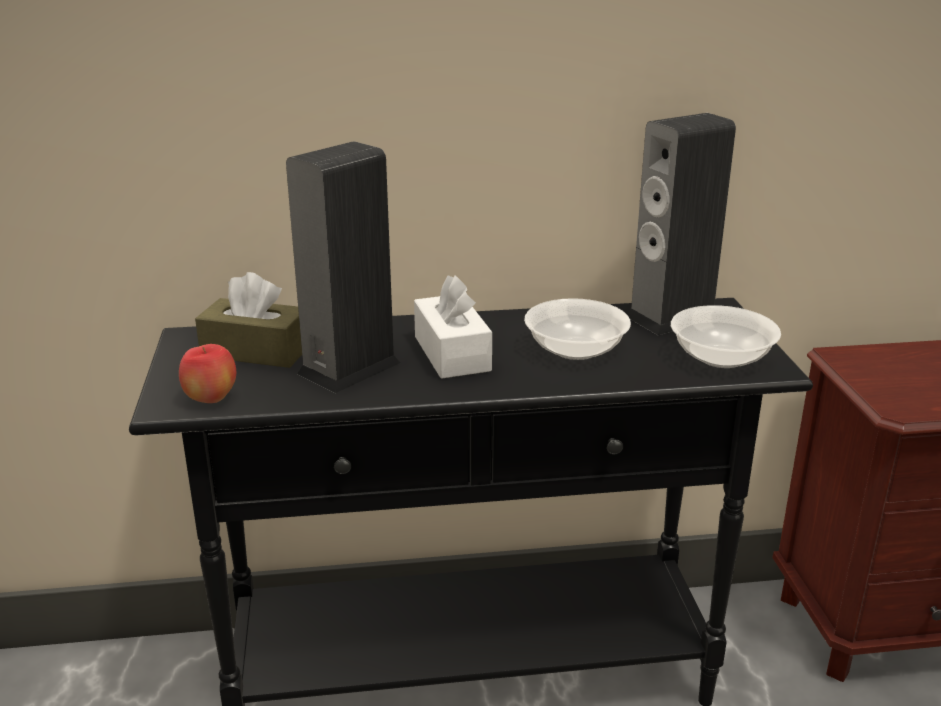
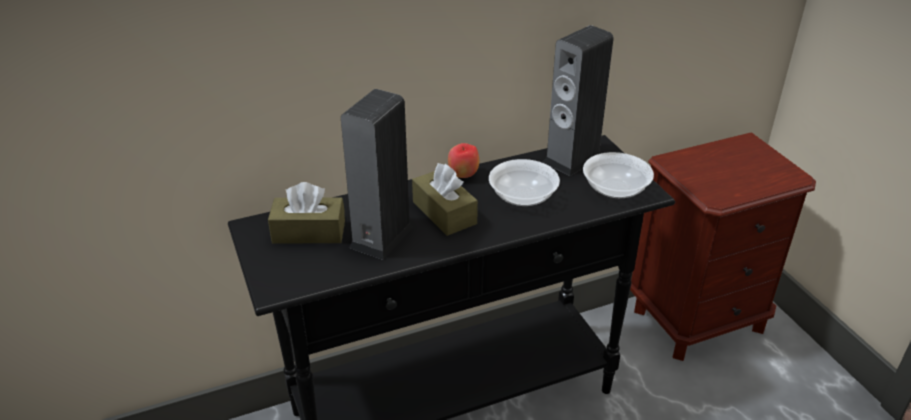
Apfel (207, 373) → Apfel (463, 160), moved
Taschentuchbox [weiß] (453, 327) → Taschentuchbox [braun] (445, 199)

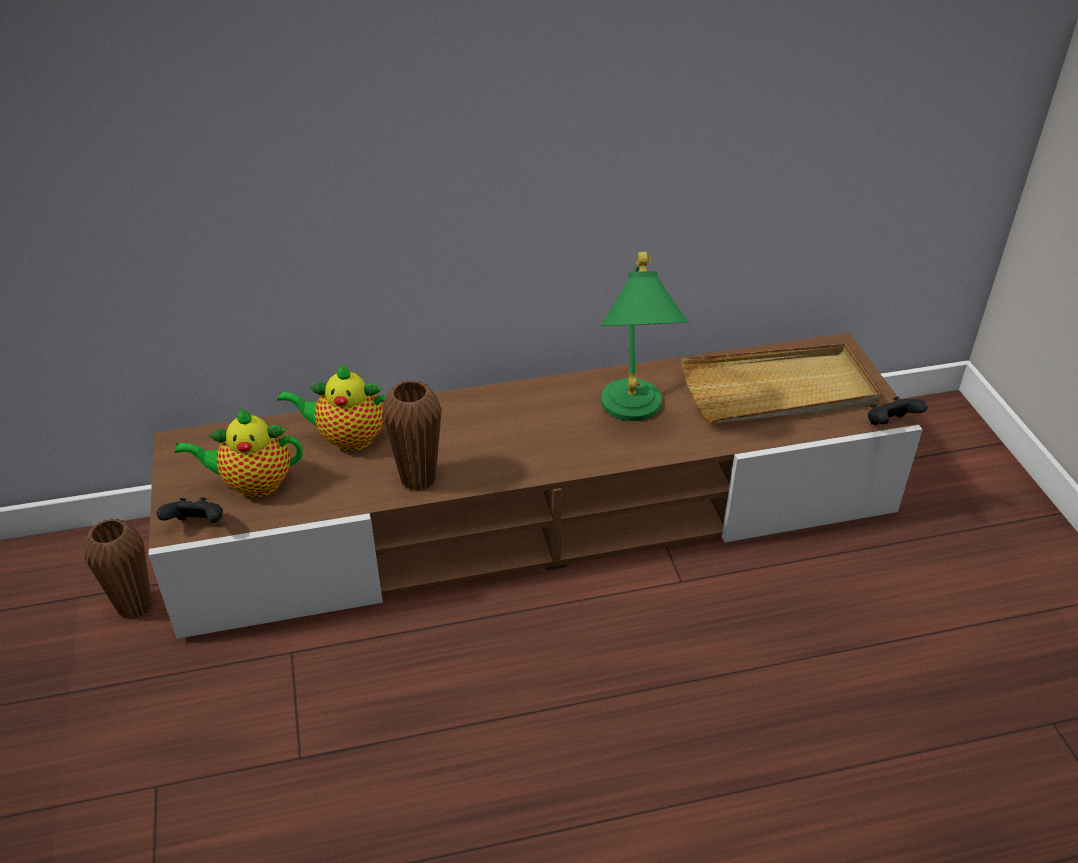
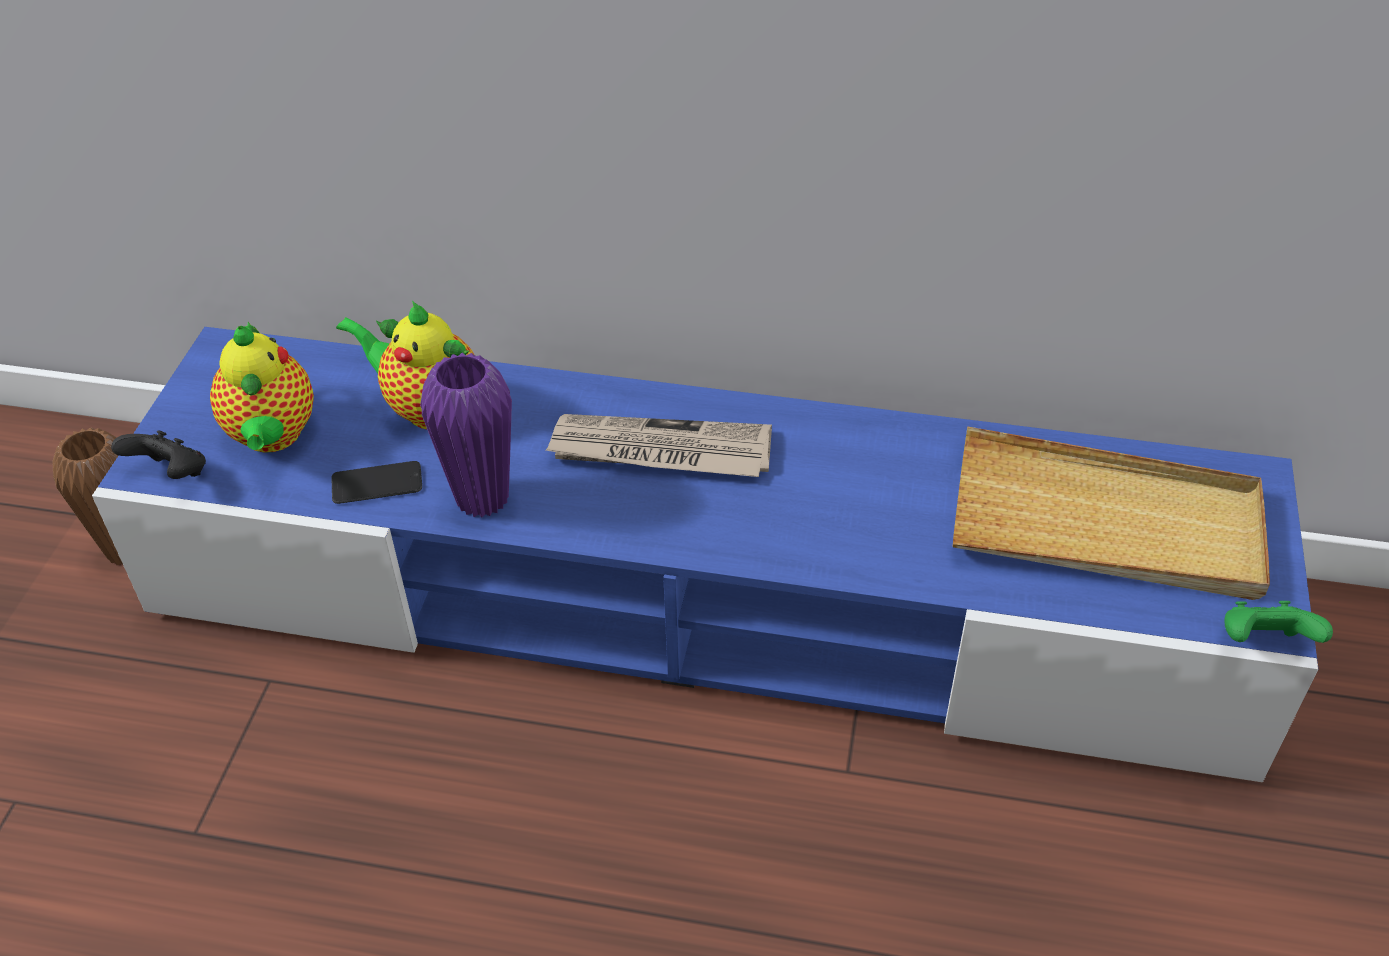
Fernsehschrank [braun] (535, 486) → Fernsehschrank [blau] (705, 554)
Teekanne (239, 453) → Teekanne (262, 387), 120 degrees counterclockwise
Vase [braun] (412, 435) → Vase [lila] (466, 435)
Tischlampe [grün] (644, 336) → -
Gamepad [schwarz] (898, 410) → Gamepad [grün] (1278, 622)
- → Handy (377, 482)
- → Zeitung (658, 445)

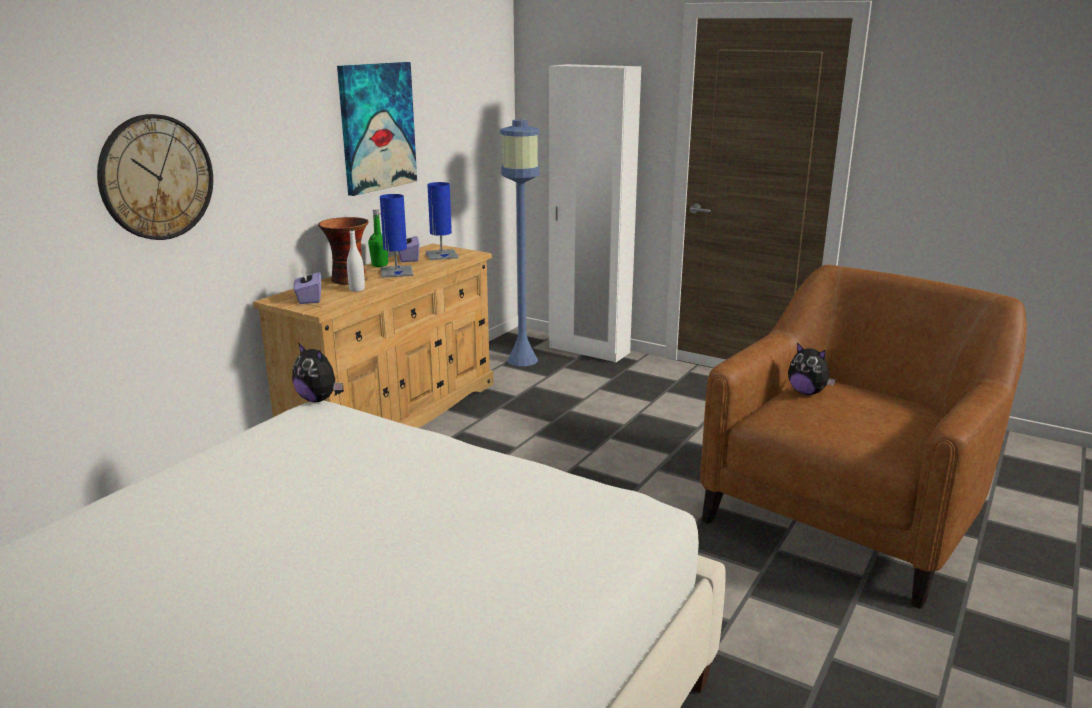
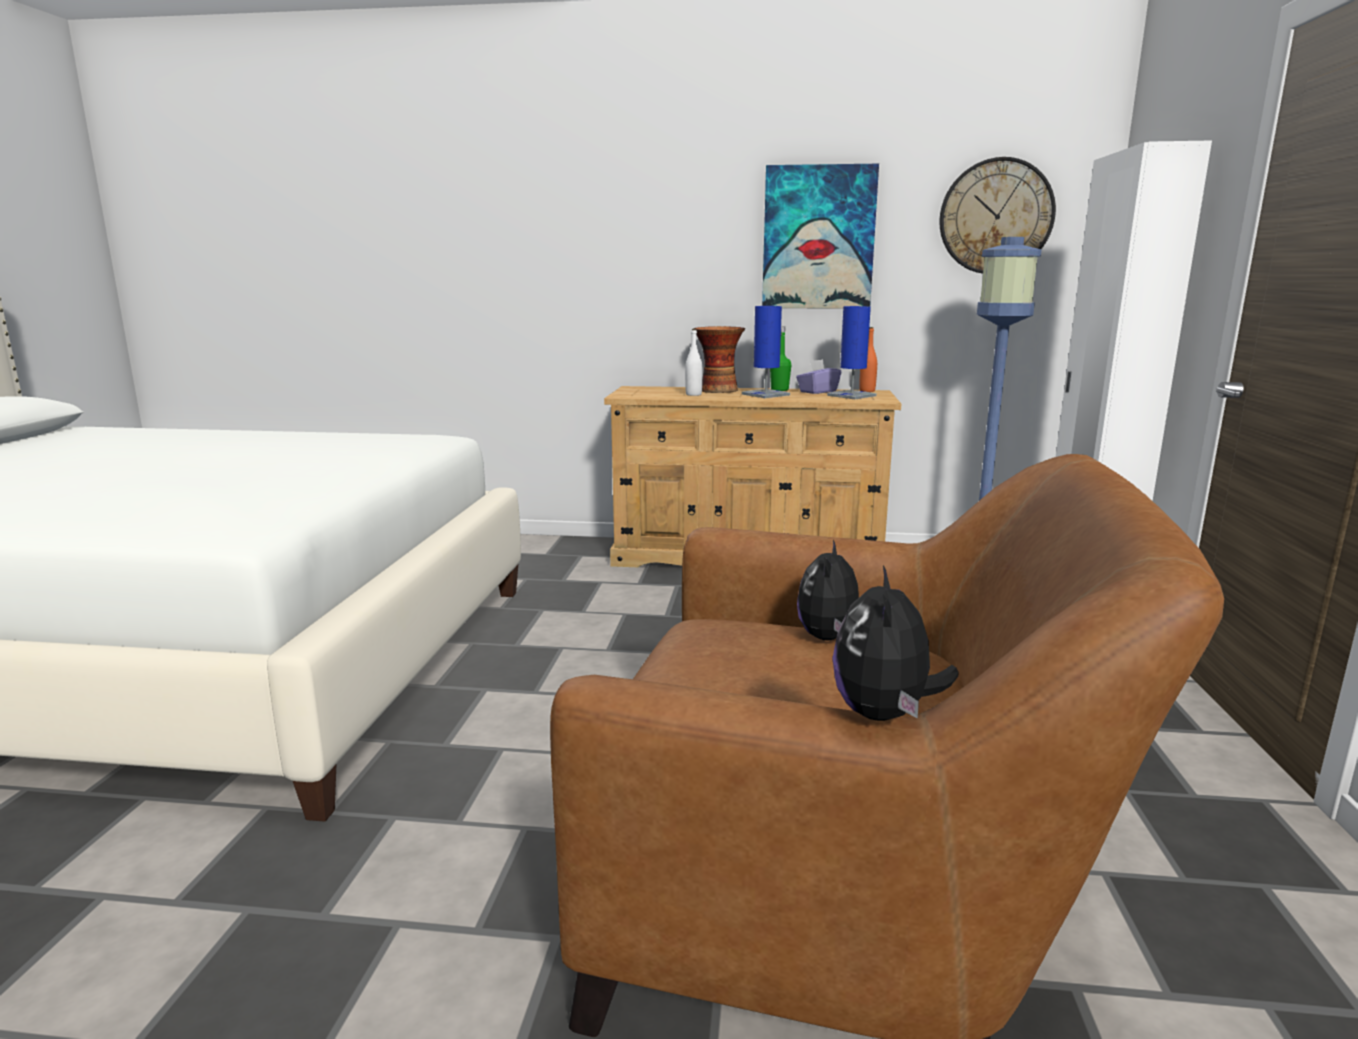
Wanduhr (155, 177) → Wanduhr (997, 215), moved
Plüschtier (317, 372) → Plüschtier (895, 643), moved
Taschentuchbox [lila] (307, 285) → -
- → Flasche [orange] (868, 359)

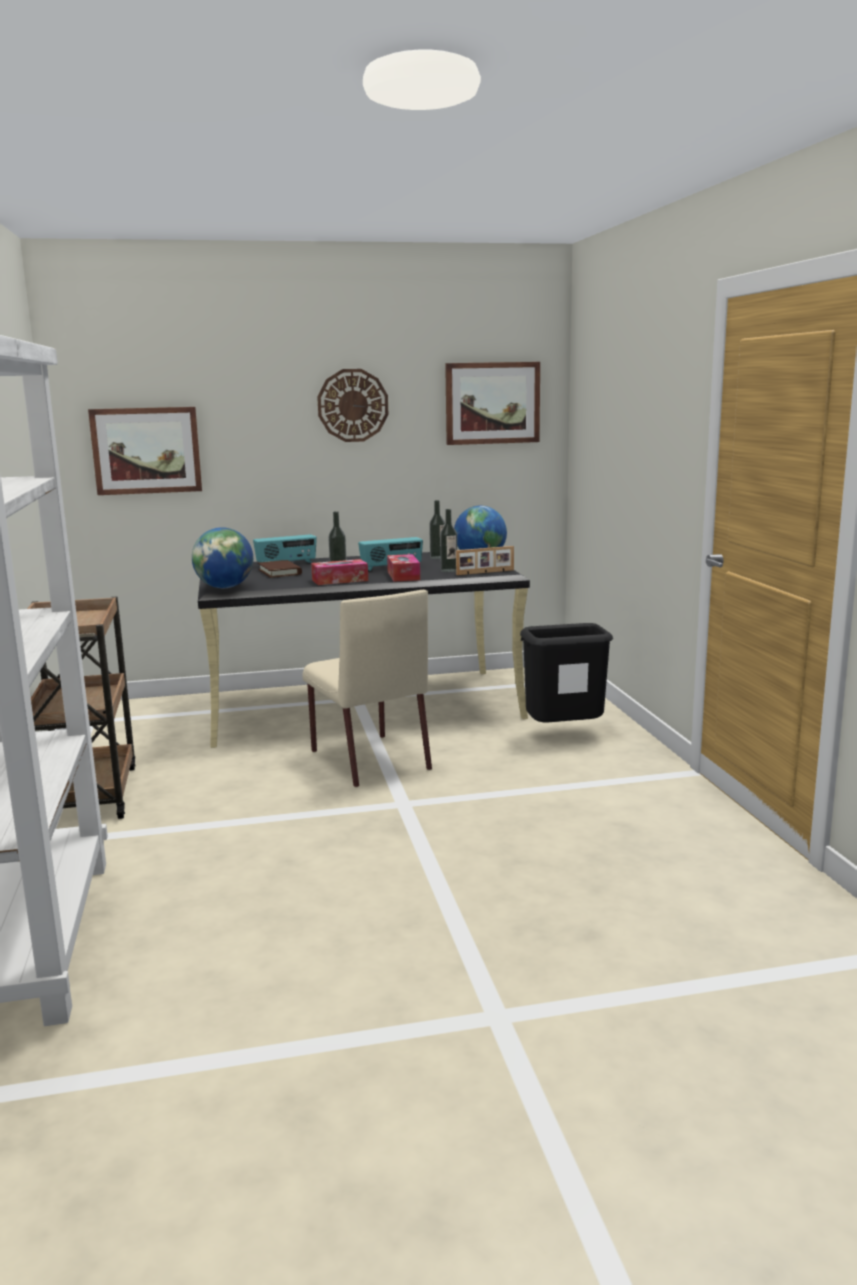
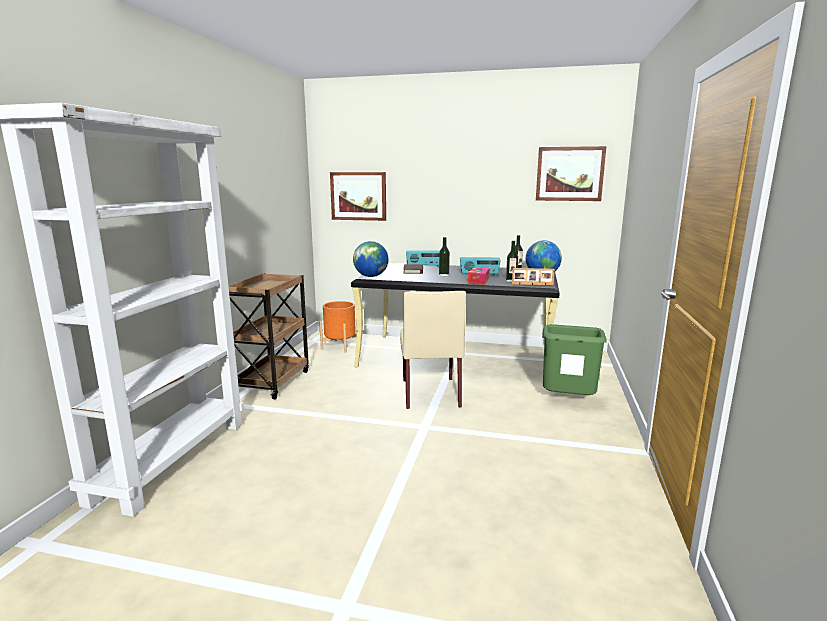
Taschentuchbox (339, 572) → -
Wanduhr (352, 405) → -
Mülleimer [schwarz] (566, 672) → Mülleimer [grün] (574, 359)
- → Pflanzkübel [orange] (338, 327)

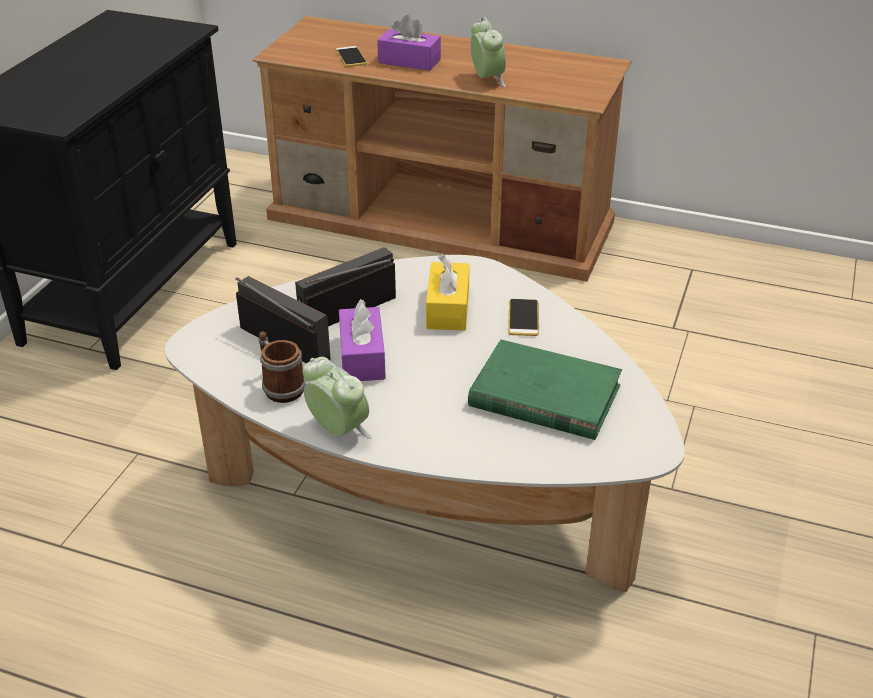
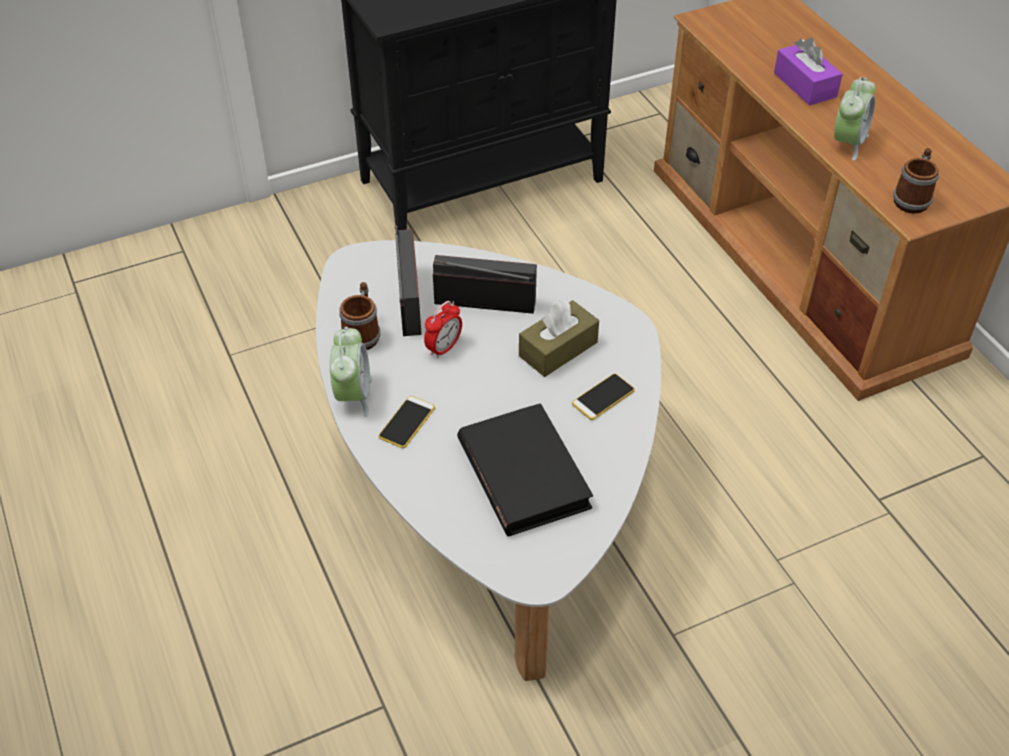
Handy (351, 56) → Handy (406, 422), moved
Taschentuchbox [lila] (362, 340) → Wecker (443, 330)
Taschentuchbox [gelb] (448, 293) → Taschentuchbox [braun] (559, 338)
Buch [grün] (545, 390) → Buch [schwarz] (525, 470)
- → Henkelbecher (916, 180)

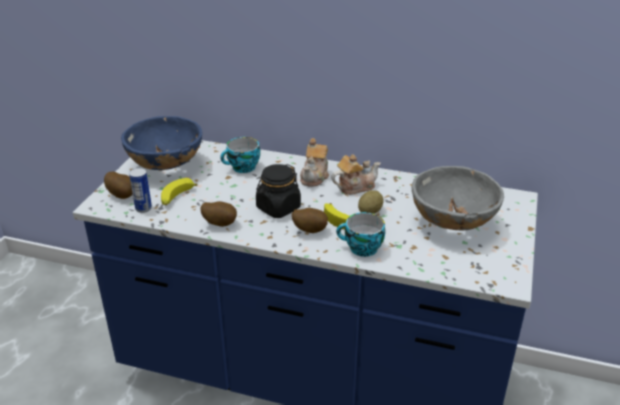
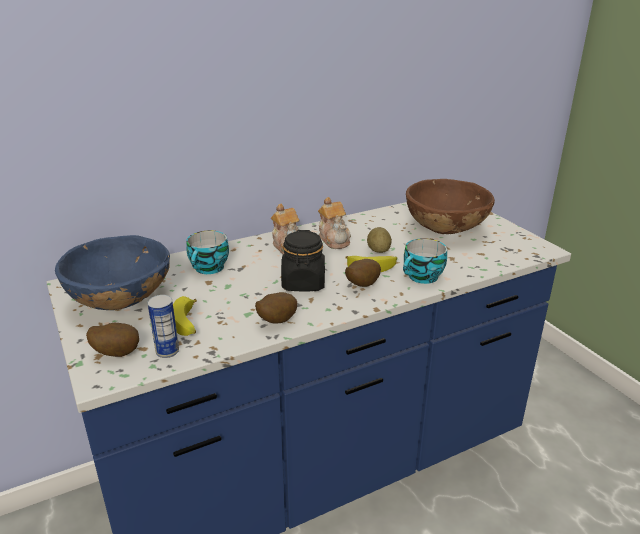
Teekanne (356, 174) → Teekanne (334, 223), 135 degrees clockwise
Schüssel [grau] (458, 198) → Schüssel [braun] (450, 206)

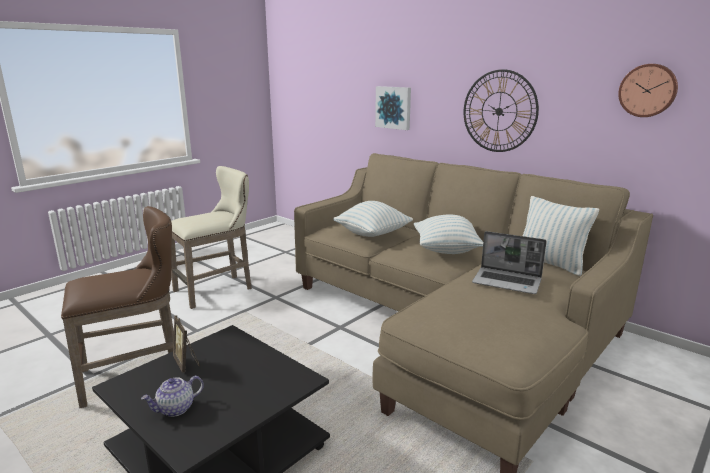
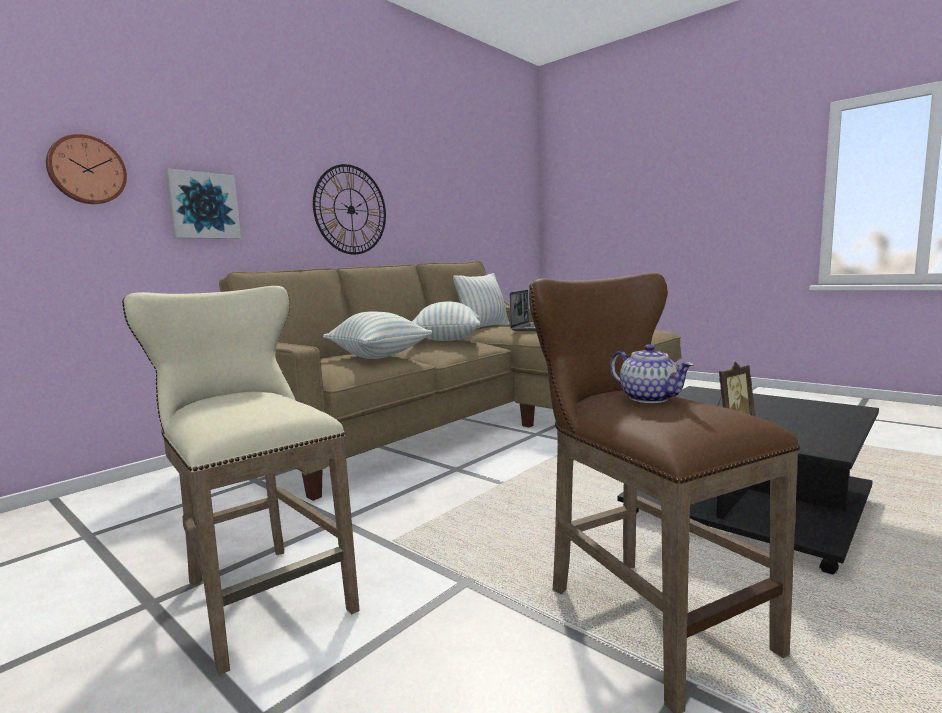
Teekanne (172, 396) → Teekanne (652, 373), moved
Wanduhr (648, 90) → Wanduhr (86, 169), moved

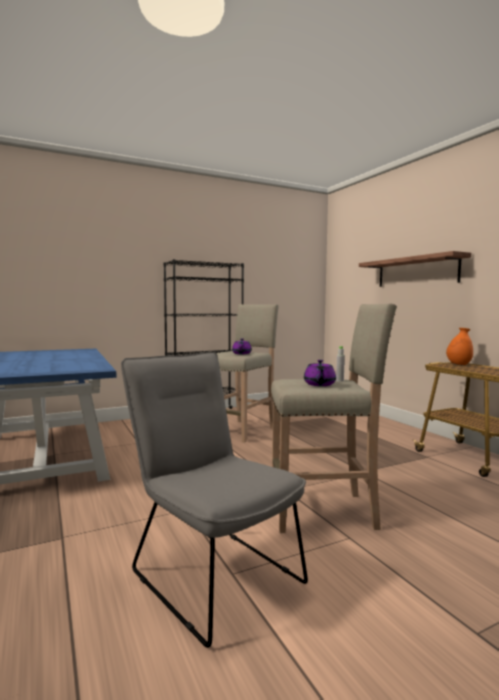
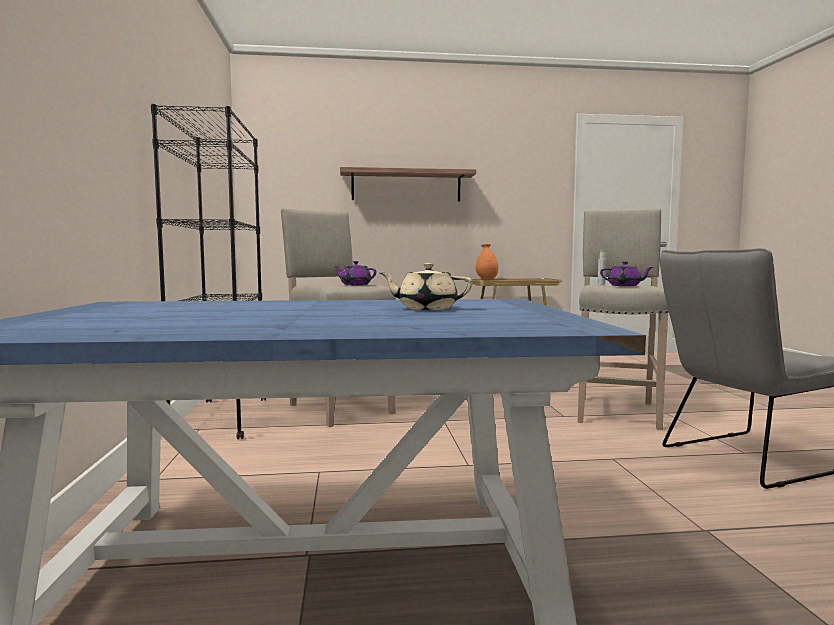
- → Teekanne [beige] (426, 286)

